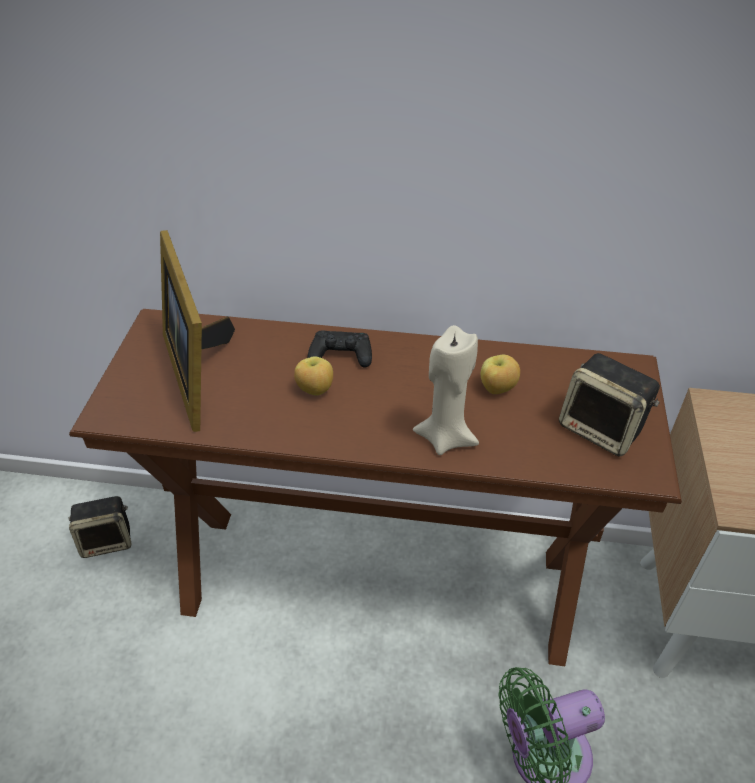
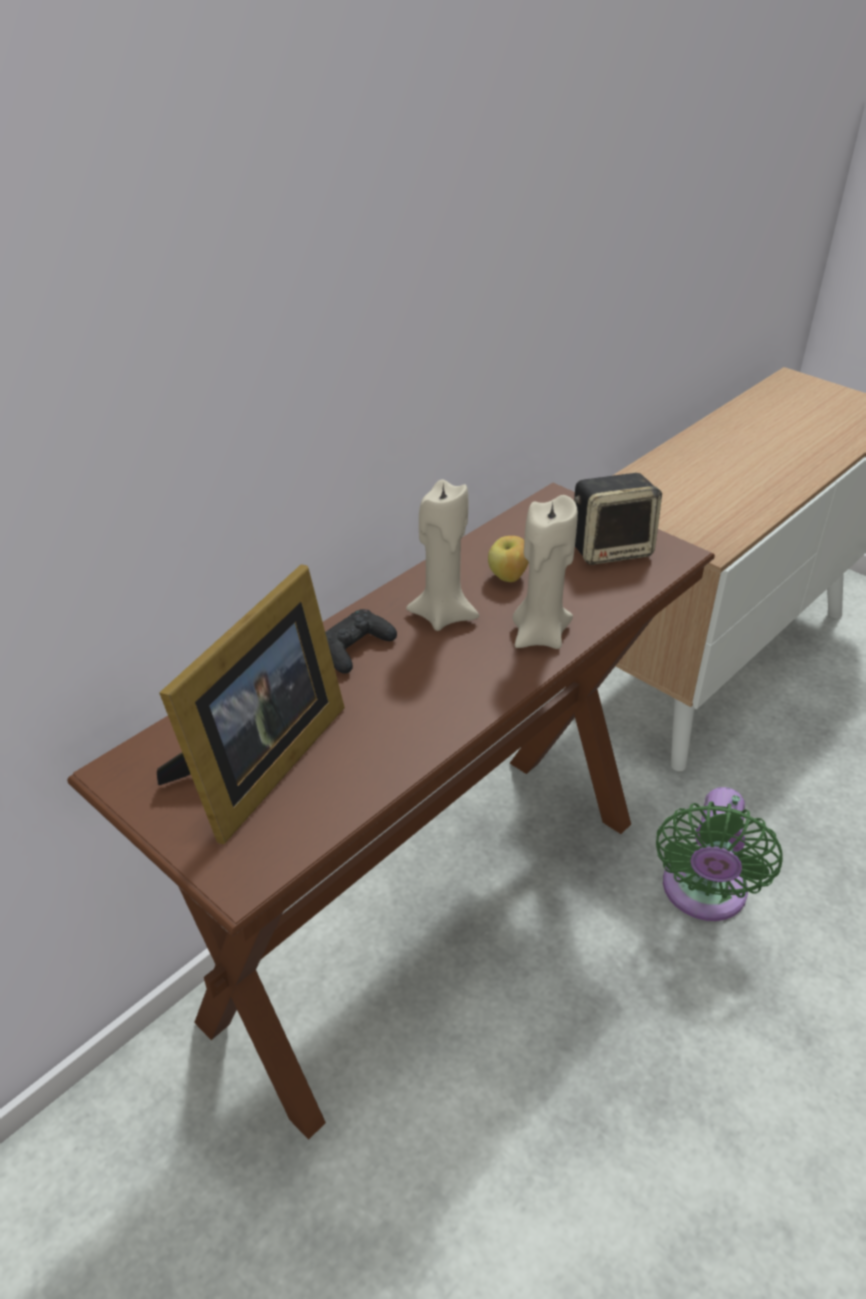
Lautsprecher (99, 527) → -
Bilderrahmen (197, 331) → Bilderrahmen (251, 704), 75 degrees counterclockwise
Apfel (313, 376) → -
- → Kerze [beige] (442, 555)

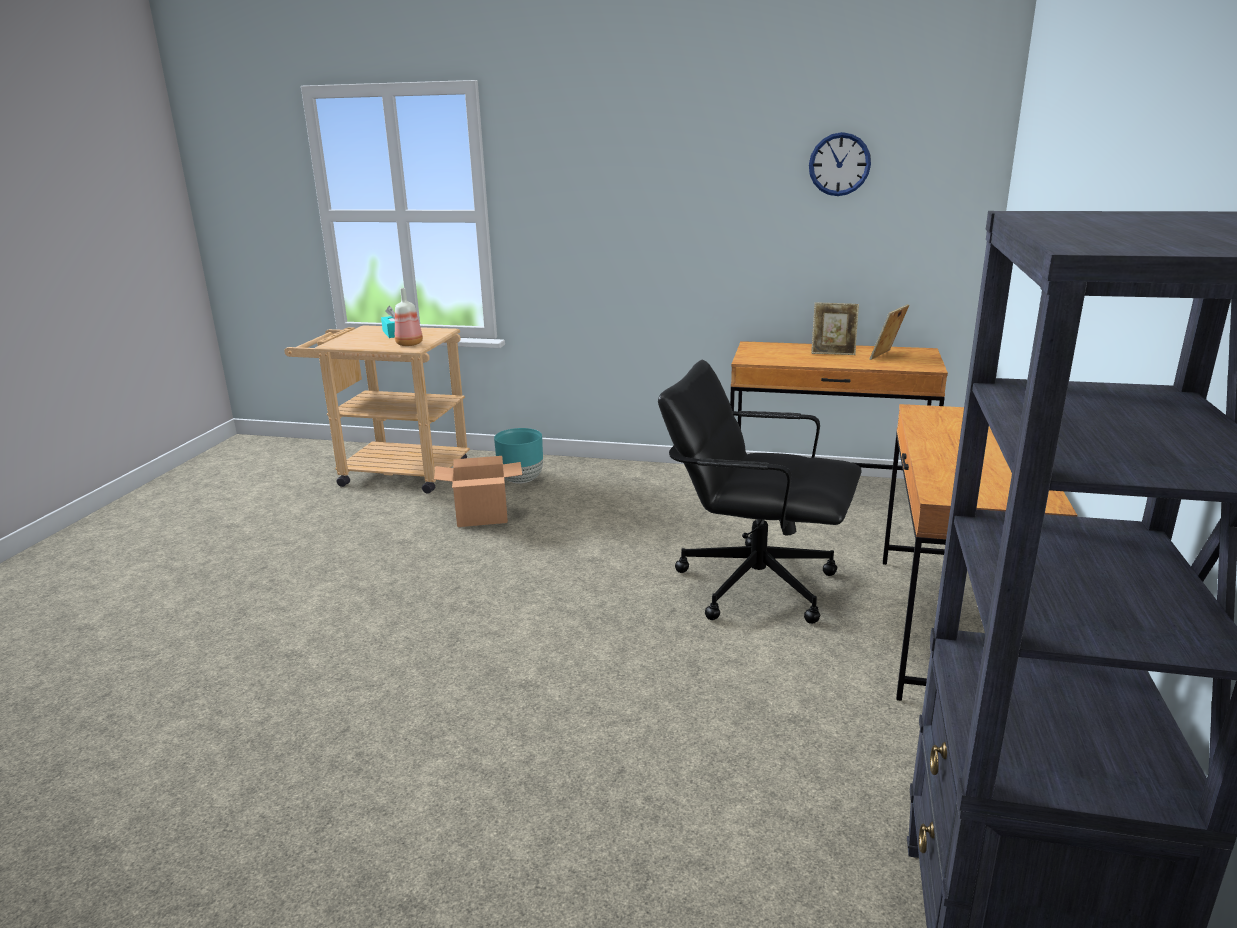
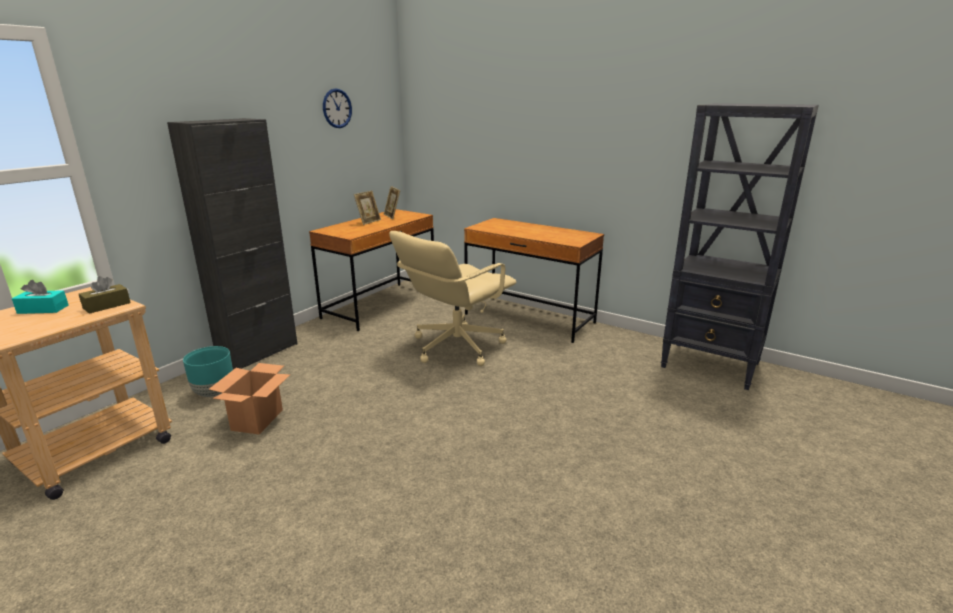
Flasche (409, 317) → Taschentuchbox [braun] (105, 295)
Bürostuhl [schwarz] (760, 492) → Bürostuhl [beige] (452, 298)
- → Schrank [schwarz] (232, 244)

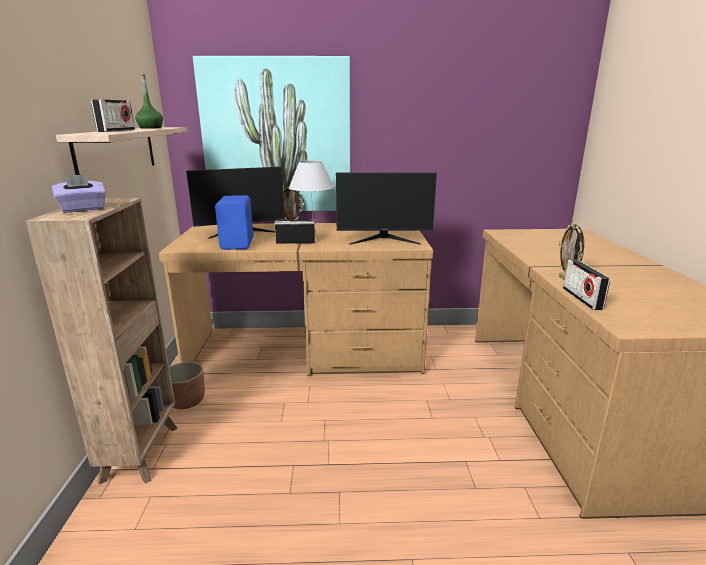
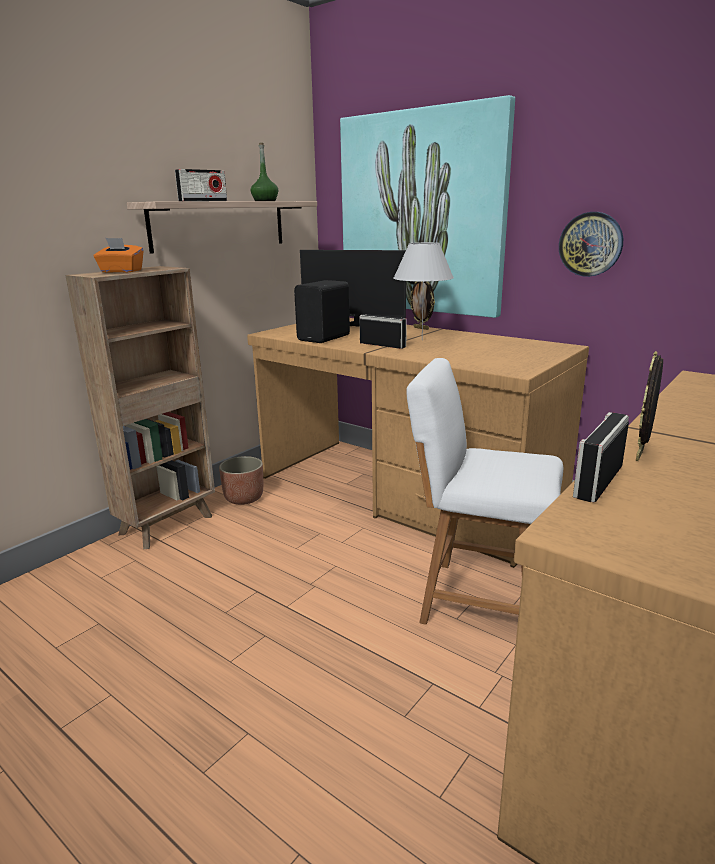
Taschentuchbox [lila] (79, 193) → Taschentuchbox [orange] (119, 255)
Lautsprecher [blau] (234, 222) → Lautsprecher [schwarz] (322, 311)
Monitor (386, 208) → -
- → Stuhl [weiß] (484, 491)
- → Wanduhr (591, 244)

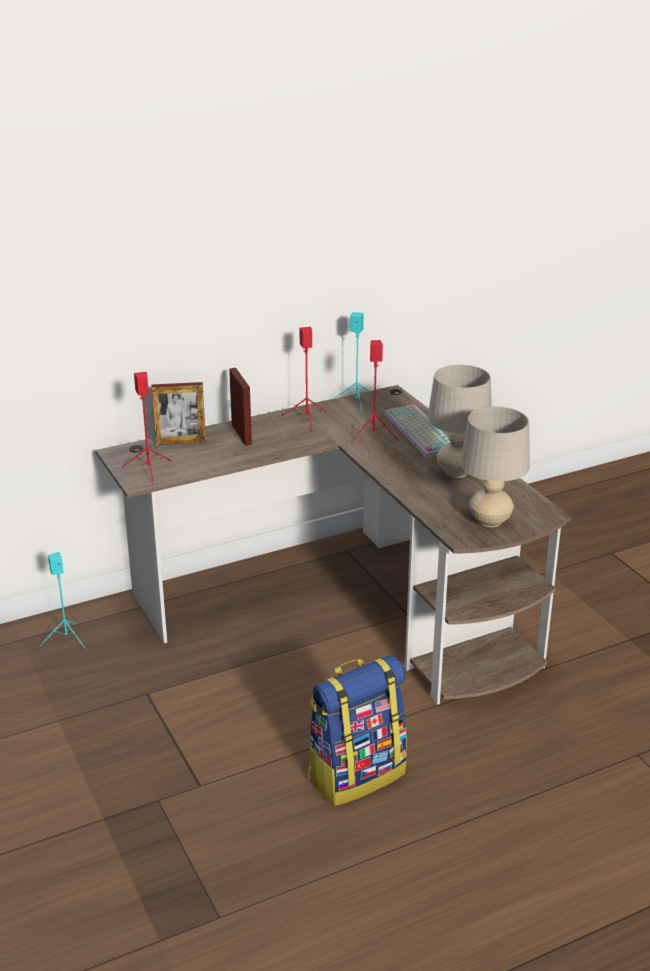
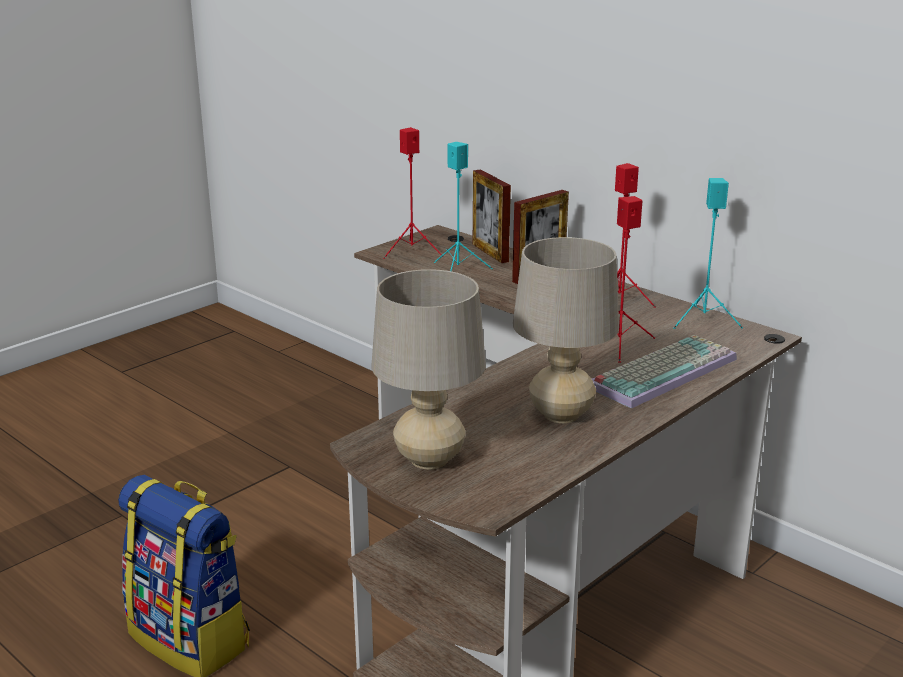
Lautsprecher [türkis] (62, 601) → Lautsprecher [türkis] (463, 206), moved

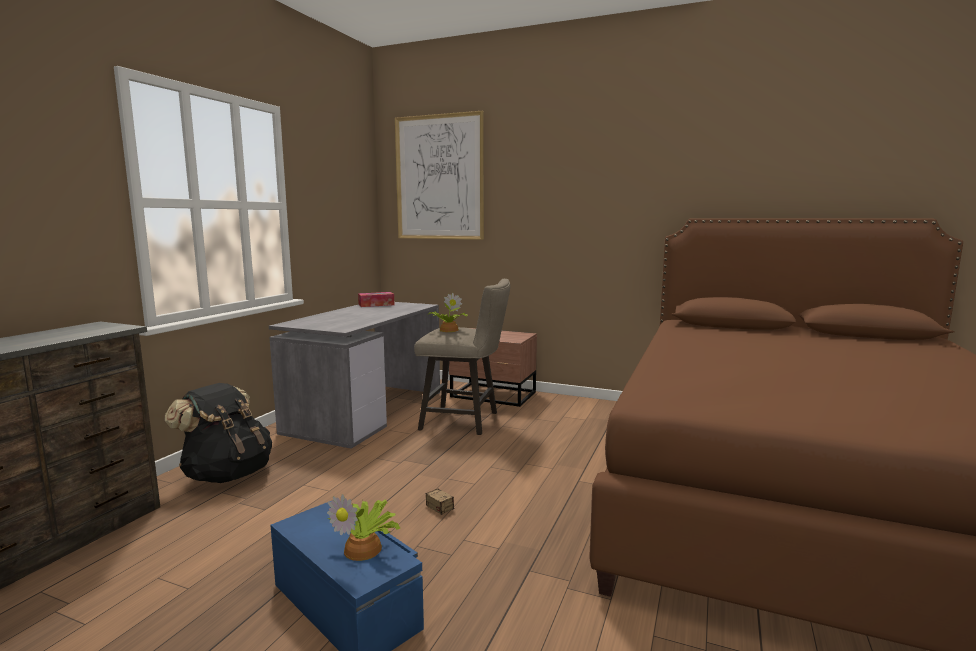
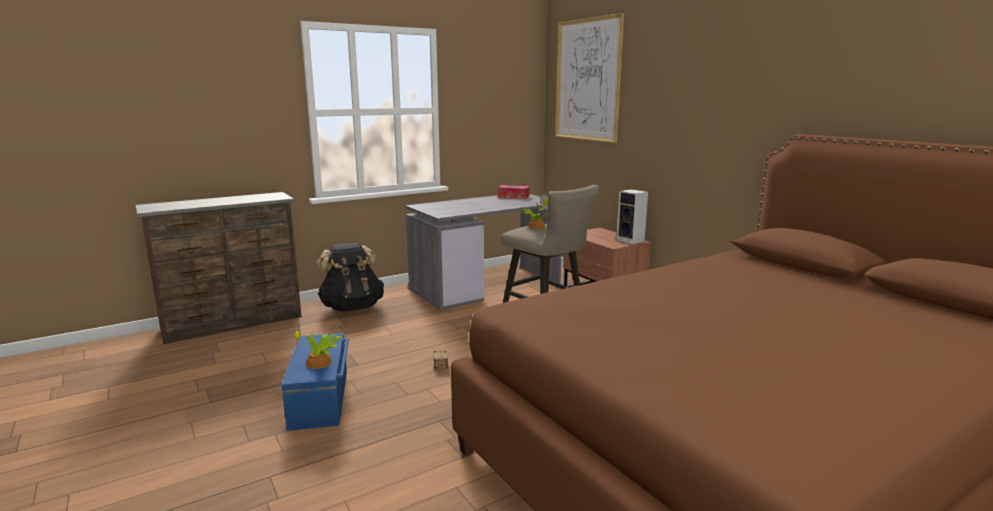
- → Lautsprecher (632, 216)

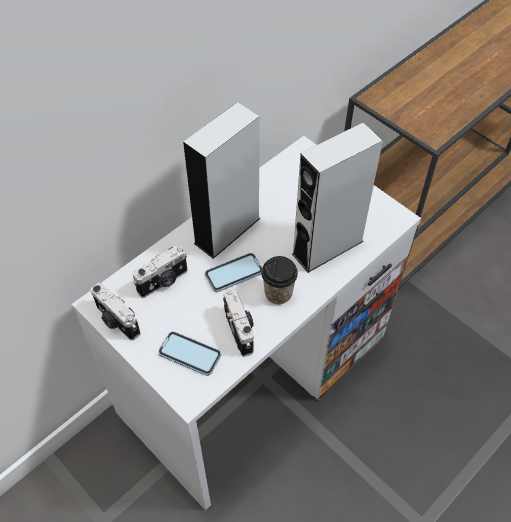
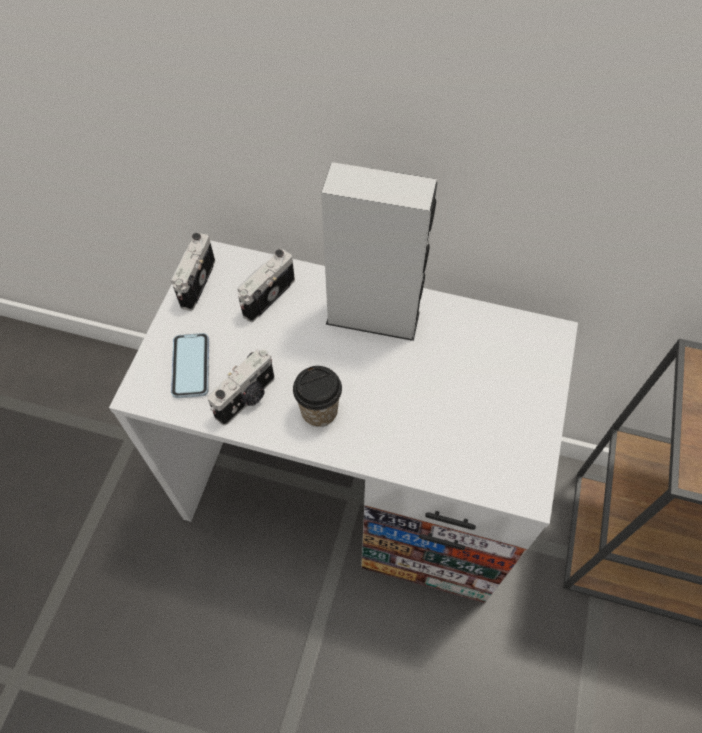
Kamera (160, 271) → Kamera (266, 285), 105 degrees clockwise
Handy (233, 272) → -
Lautsprecher [grau] (337, 197) → -

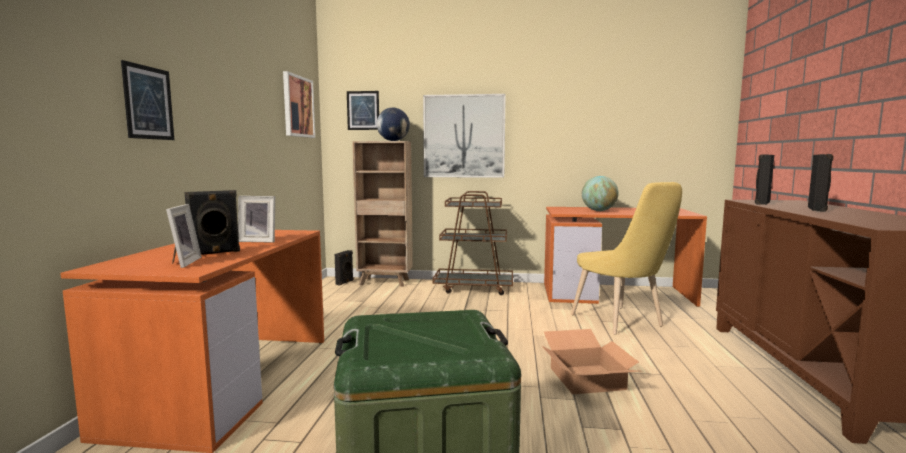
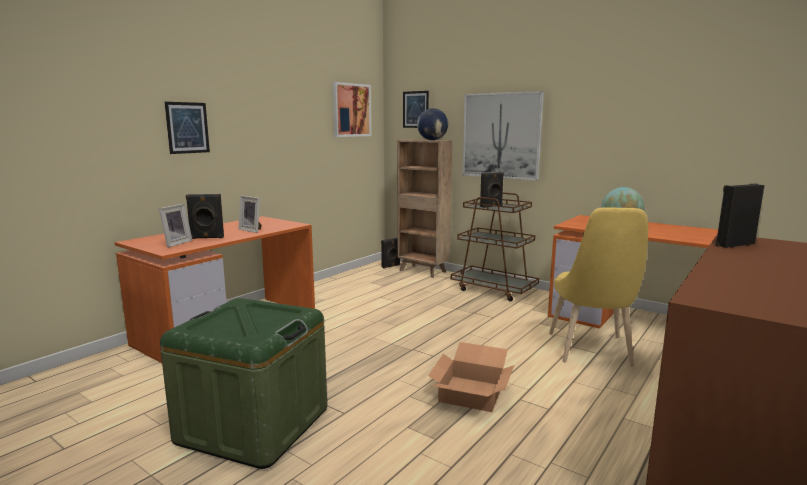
Lautsprecher [schwarz] (820, 183) → Lautsprecher [schwarz] (492, 190), moved

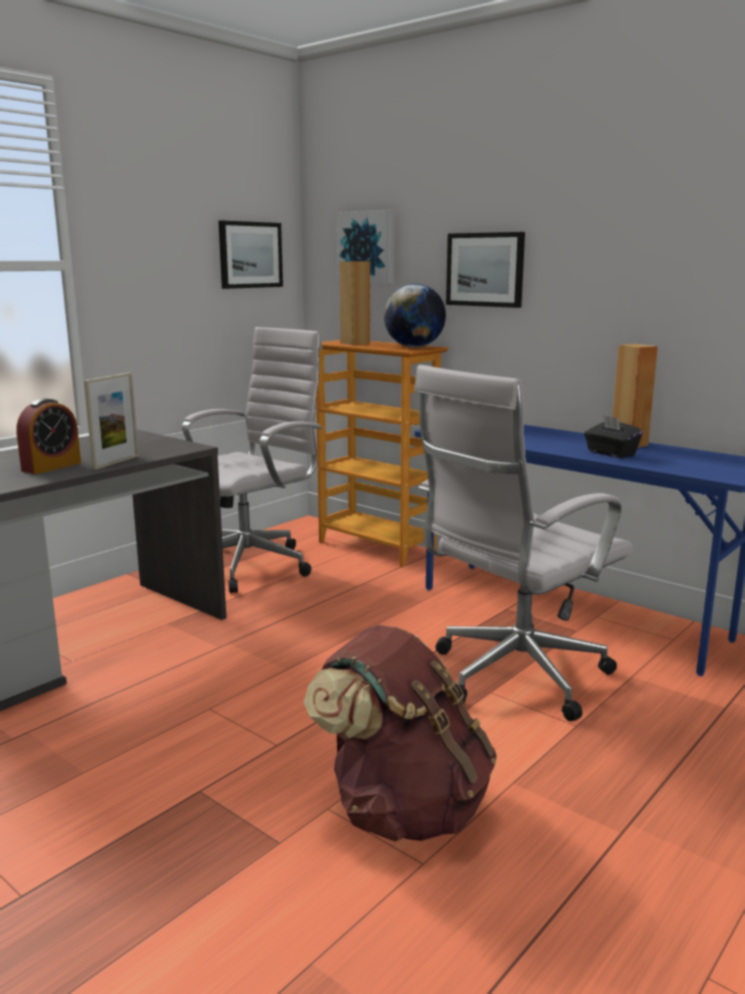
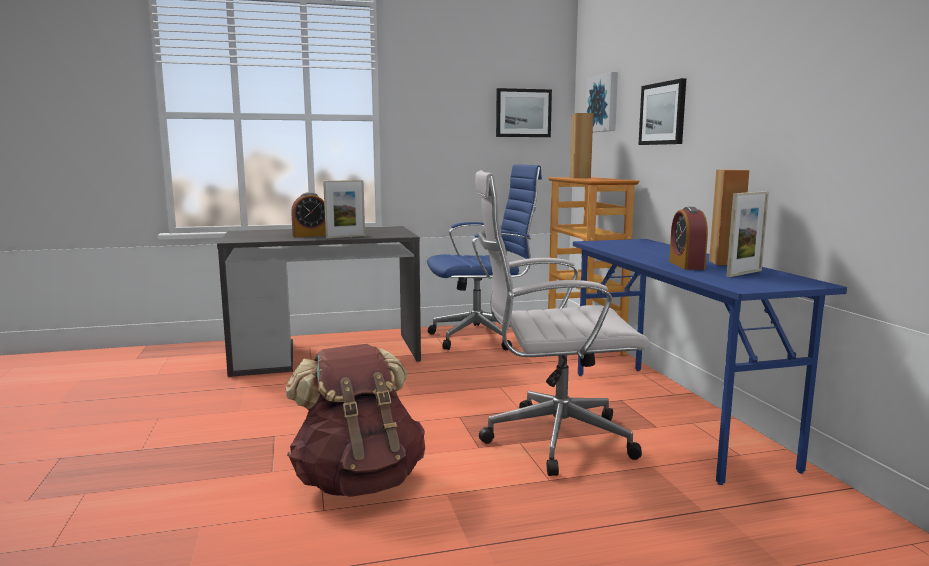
Bürostuhl [weiß] (252, 460) → Bürostuhl [blau] (484, 257)
Globus (415, 315) → -
Taschentuchbox [schwarz] (613, 436) → Wecker (688, 238)
- → Bilderrahmen (747, 234)

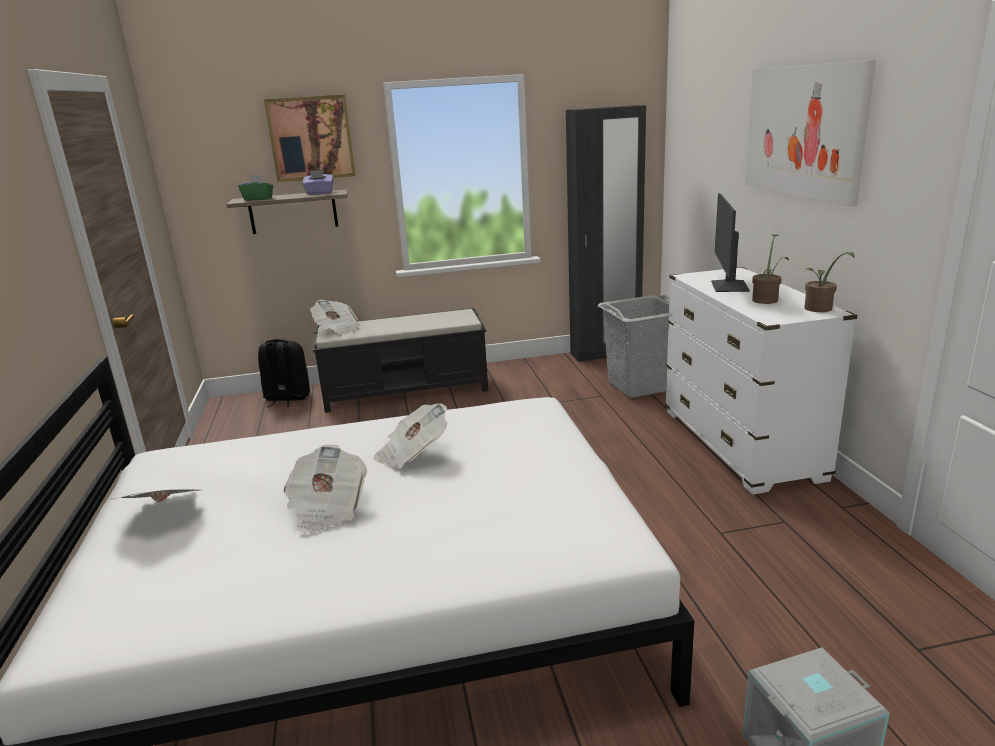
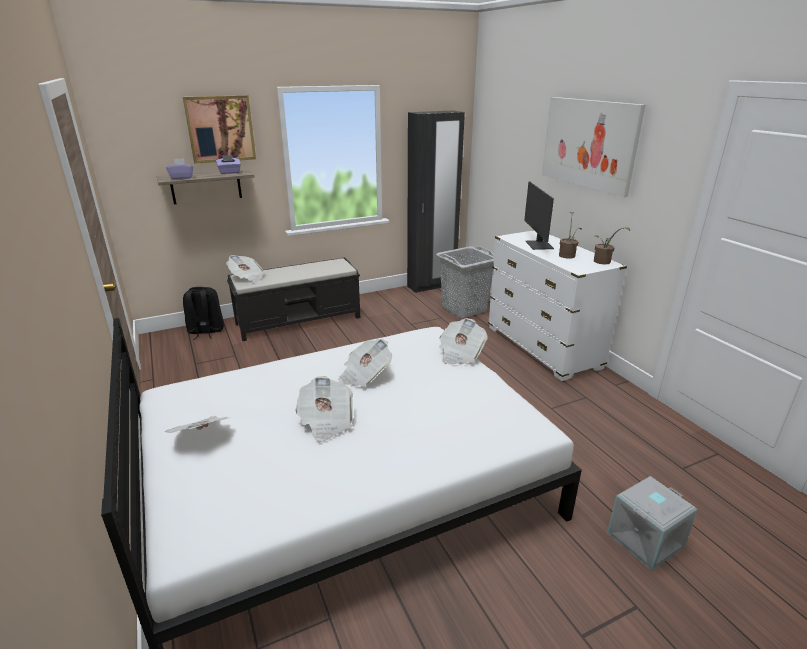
Taschentuchbox [grün] (255, 188) → Taschentuchbox [lila] (179, 168)
- → Zeitung (463, 341)

